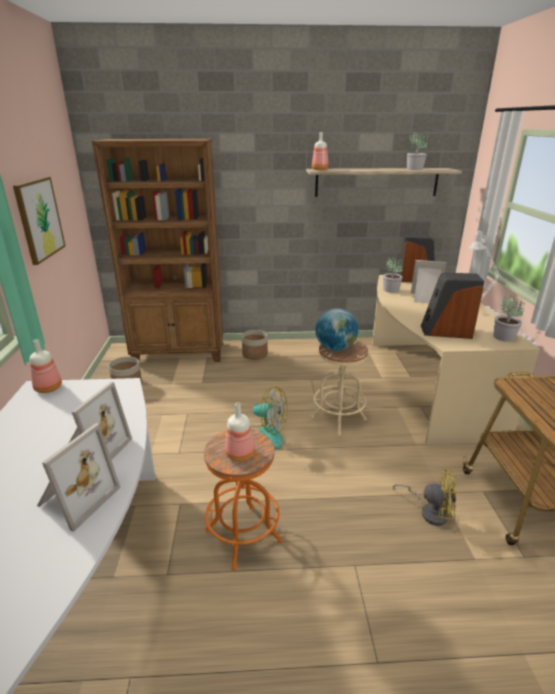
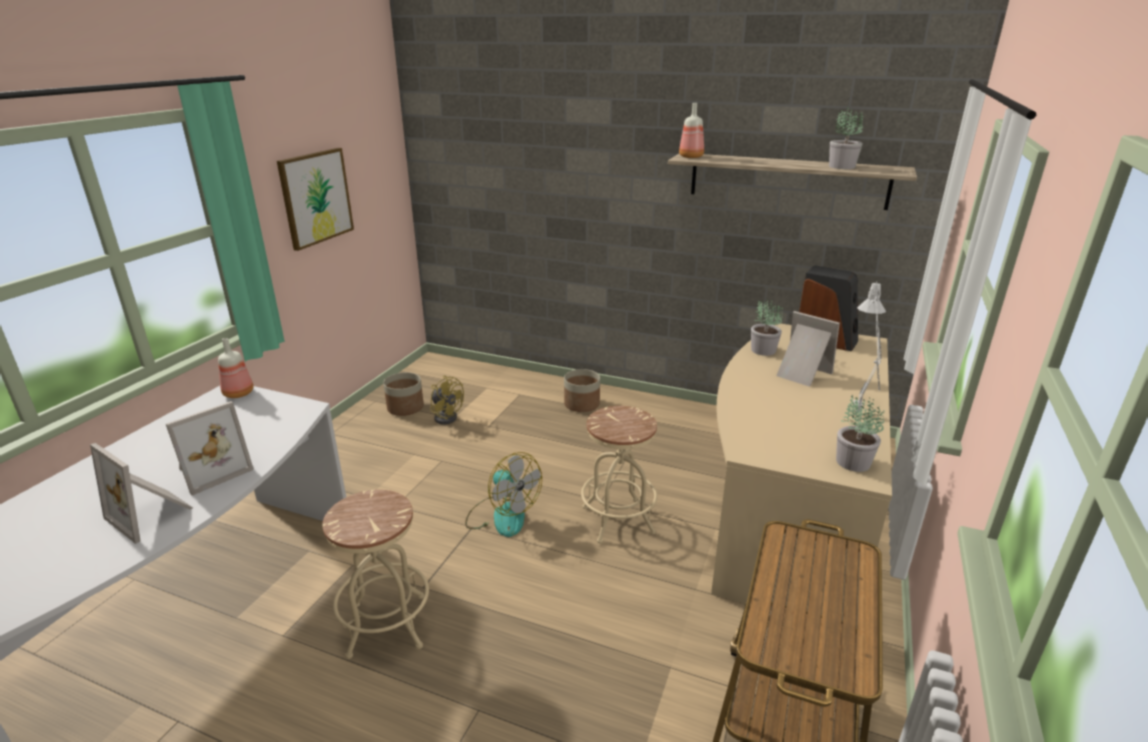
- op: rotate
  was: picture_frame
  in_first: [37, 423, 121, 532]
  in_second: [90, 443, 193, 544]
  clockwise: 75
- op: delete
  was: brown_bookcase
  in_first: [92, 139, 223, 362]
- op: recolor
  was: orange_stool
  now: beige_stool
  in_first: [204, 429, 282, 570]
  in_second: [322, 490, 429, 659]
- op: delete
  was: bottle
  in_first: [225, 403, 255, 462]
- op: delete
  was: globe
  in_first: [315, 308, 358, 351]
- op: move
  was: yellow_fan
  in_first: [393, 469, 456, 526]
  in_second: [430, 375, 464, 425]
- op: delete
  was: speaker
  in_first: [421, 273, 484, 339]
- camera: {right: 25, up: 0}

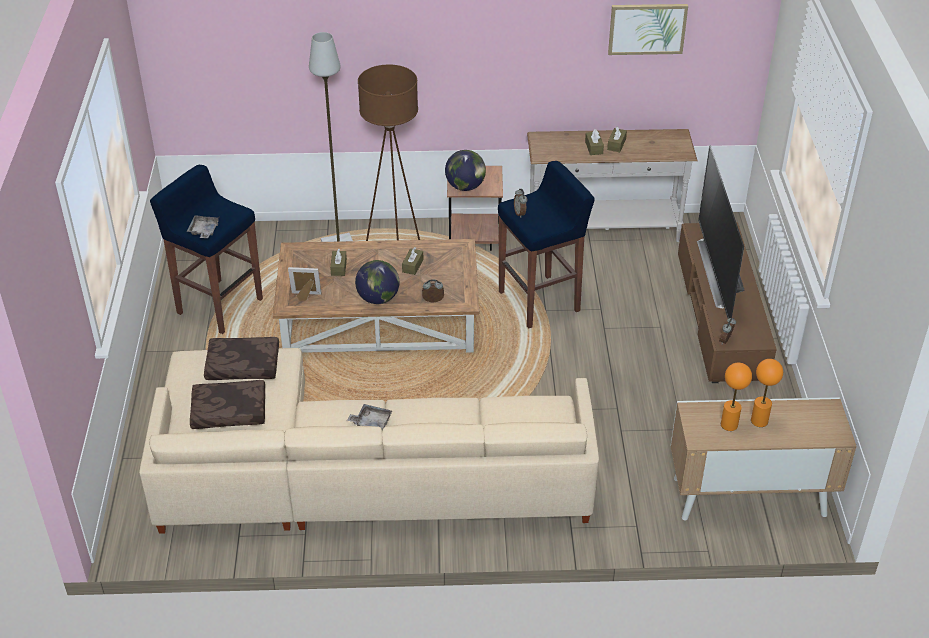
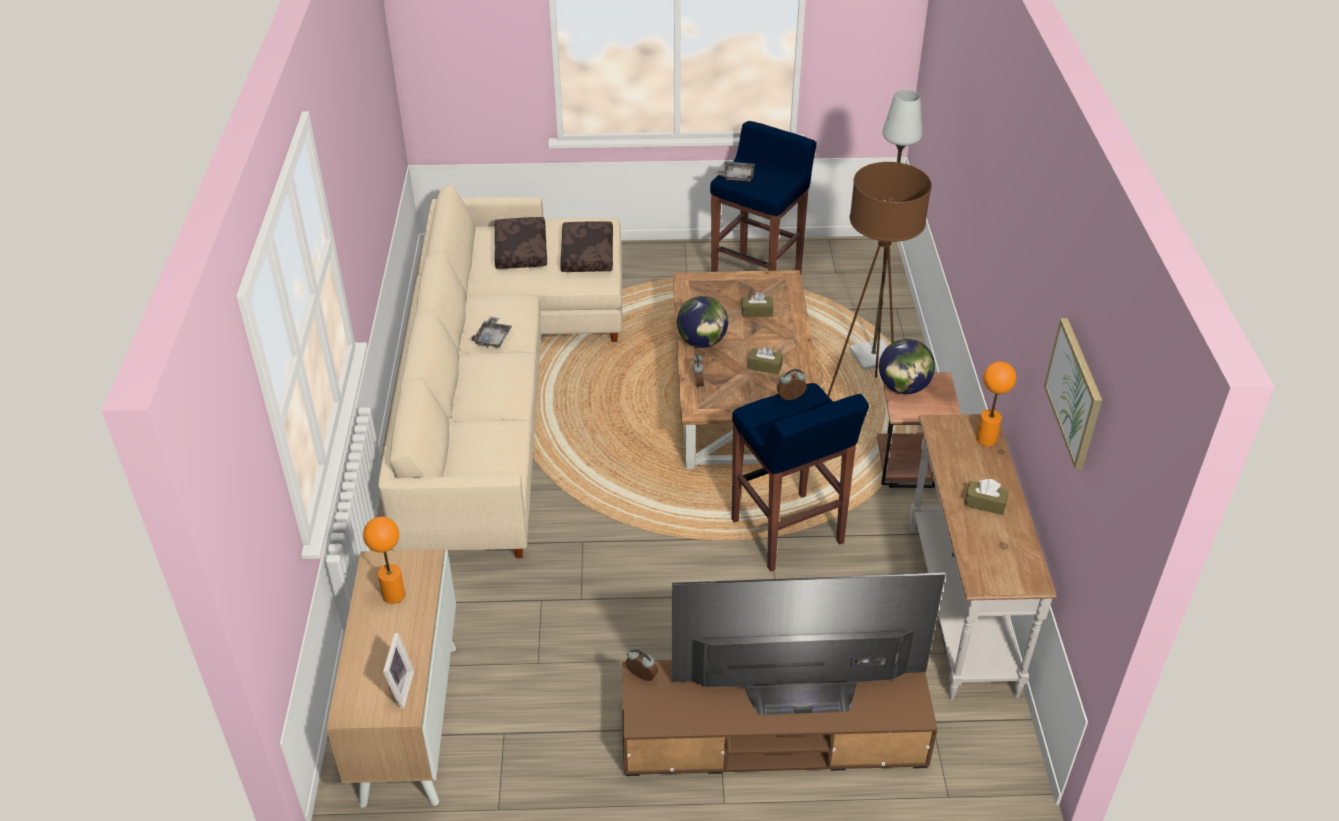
- op: move
  was: picture_frame
  in_first: [288, 267, 322, 301]
  in_second: [383, 633, 414, 709]
- op: delete
  was: brown_tissue_box
  in_first: [585, 129, 604, 155]
- op: move
  was: orange_table_lamp
  in_first: [751, 359, 783, 427]
  in_second: [976, 361, 1016, 447]
- camera: {right: 90, up: 0}

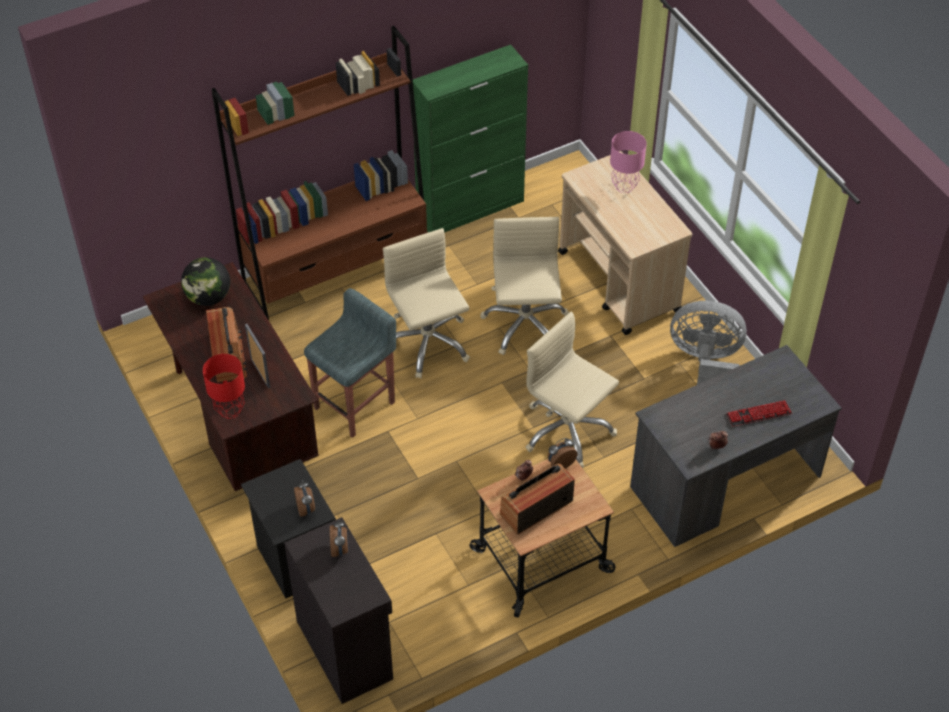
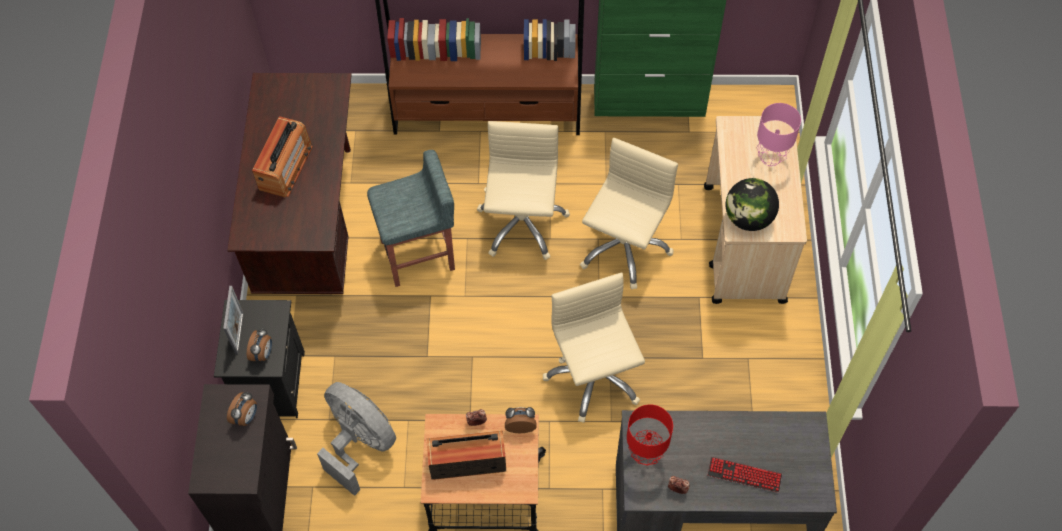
- op: move
  was: globe
  in_first: [181, 257, 230, 306]
  in_second: [726, 178, 779, 231]
- op: move
  was: red_table_lamp
  in_first: [203, 354, 245, 419]
  in_second: [627, 404, 673, 466]
- op: move
  was: picture_frame
  in_first: [245, 324, 270, 388]
  in_second: [223, 286, 244, 355]
- op: move
  was: grey_fan
  in_first: [670, 301, 747, 385]
  in_second: [317, 382, 396, 496]
- camera: {right: 30, up: 10}

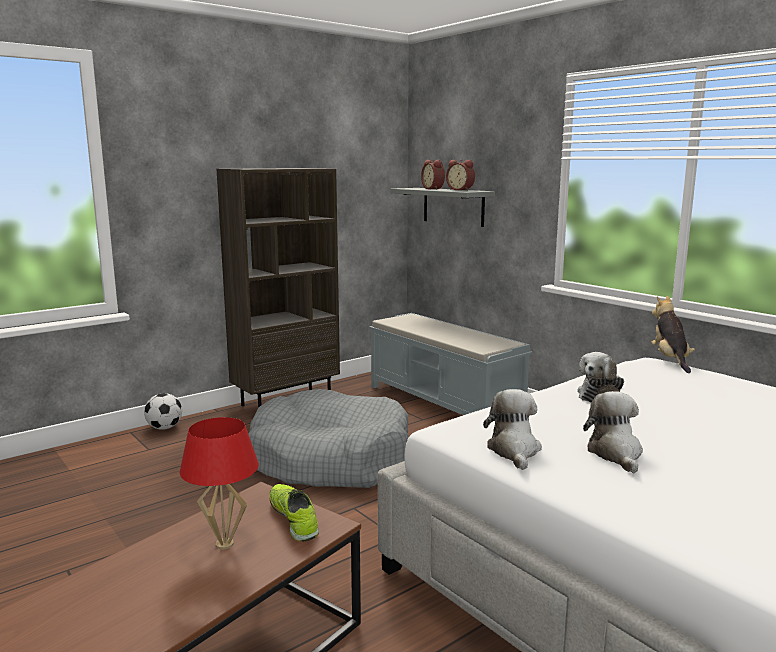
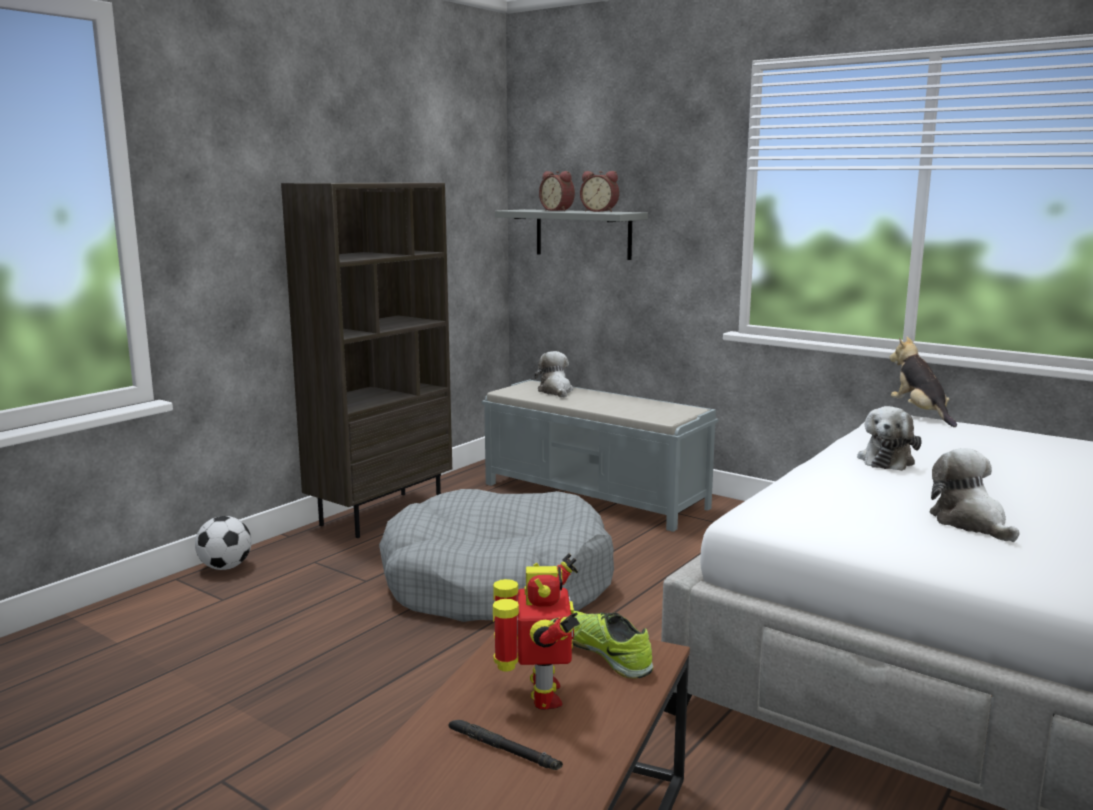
- op: replace
  was: red_table_lamp
  now: toy_robot
  in_first: [180, 417, 259, 549]
  in_second: [493, 553, 580, 710]
- op: move
  was: plush_toy
  in_first: [483, 389, 542, 470]
  in_second: [534, 351, 573, 398]
- op: insert
  now: black_flashlight
  in_second: [449, 720, 563, 770]
- camera: {right: -15, up: 0}

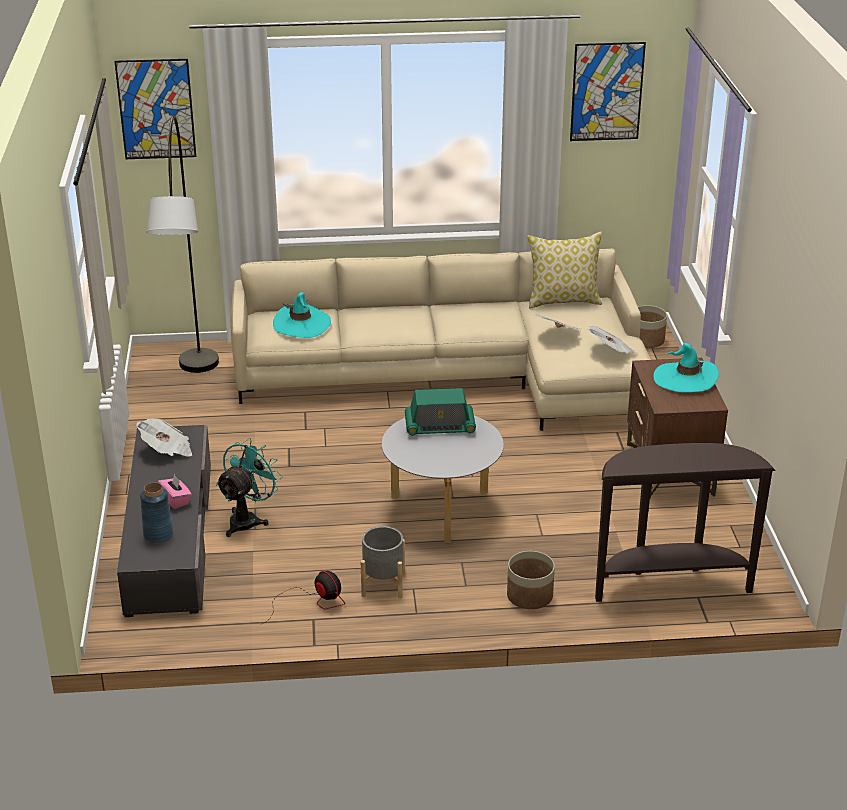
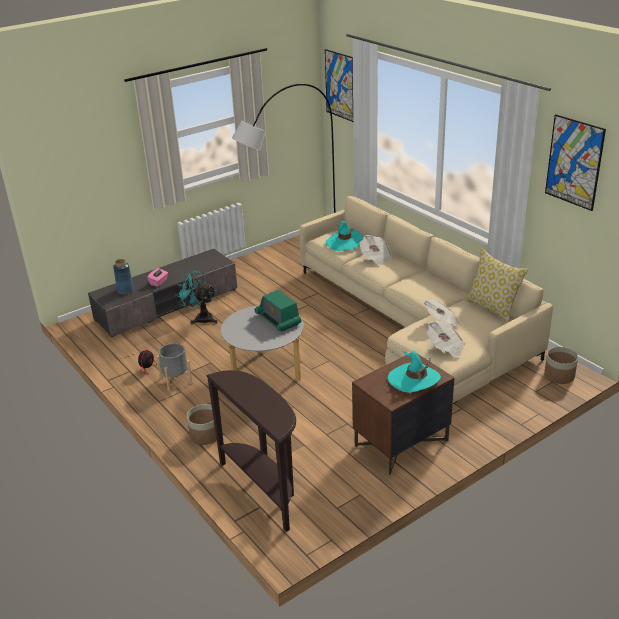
- op: move
  was: newspaper
  in_first: [136, 418, 192, 457]
  in_second: [359, 235, 392, 266]
- op: rotate
  was: turquoise_fan
  in_first: [216, 438, 283, 537]
  in_second: [175, 269, 218, 324]
  clockwise: -150
- camera: {right: 60, up: 0}

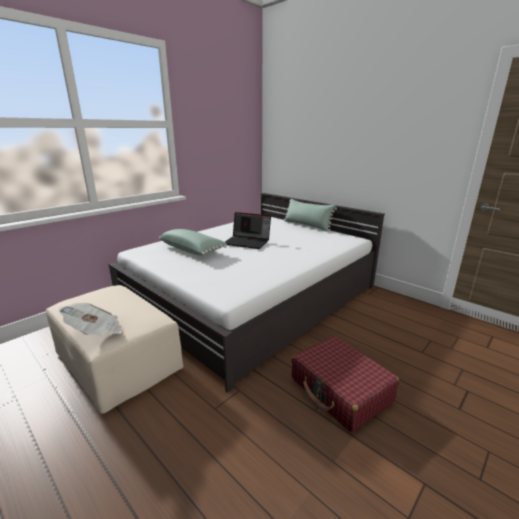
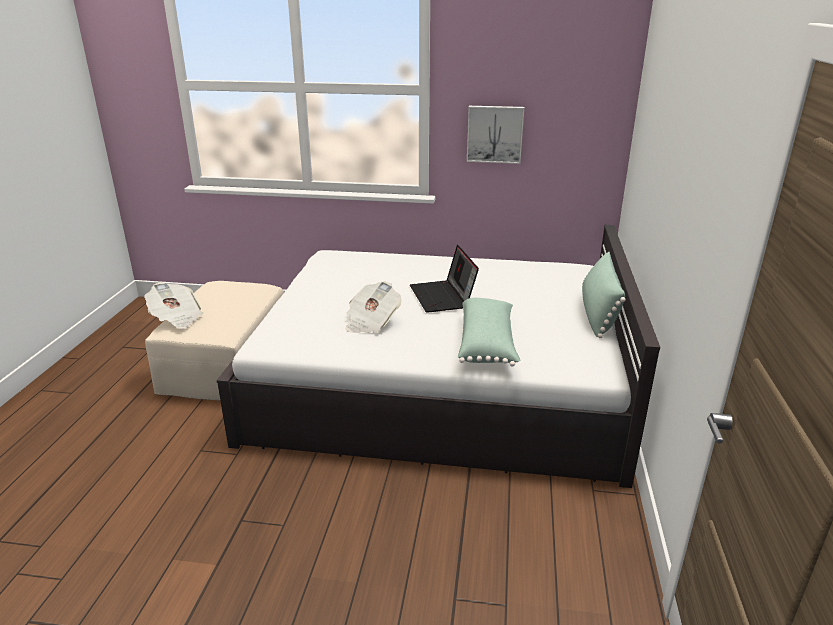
- op: move
  was: green_pillow
  in_first: [159, 229, 227, 256]
  in_second: [458, 298, 521, 367]
- op: delete
  was: red_suitcase
  in_first: [291, 336, 399, 433]
- op: insert
  now: newspaper
  in_second: [345, 282, 401, 333]
- op: insert
  now: picture
  in_second: [467, 106, 524, 164]
- camera: {right: 55, up: 5}

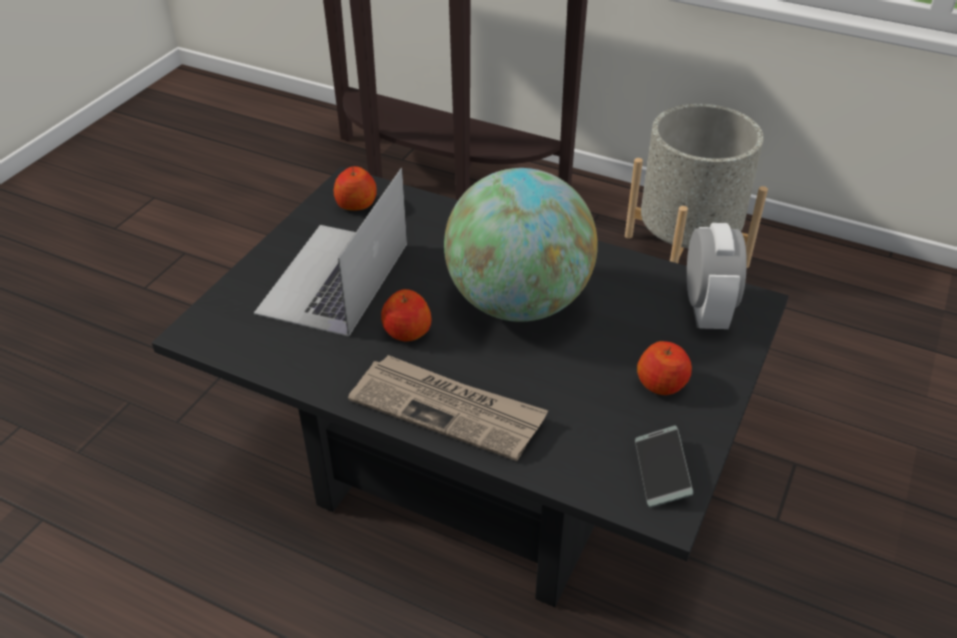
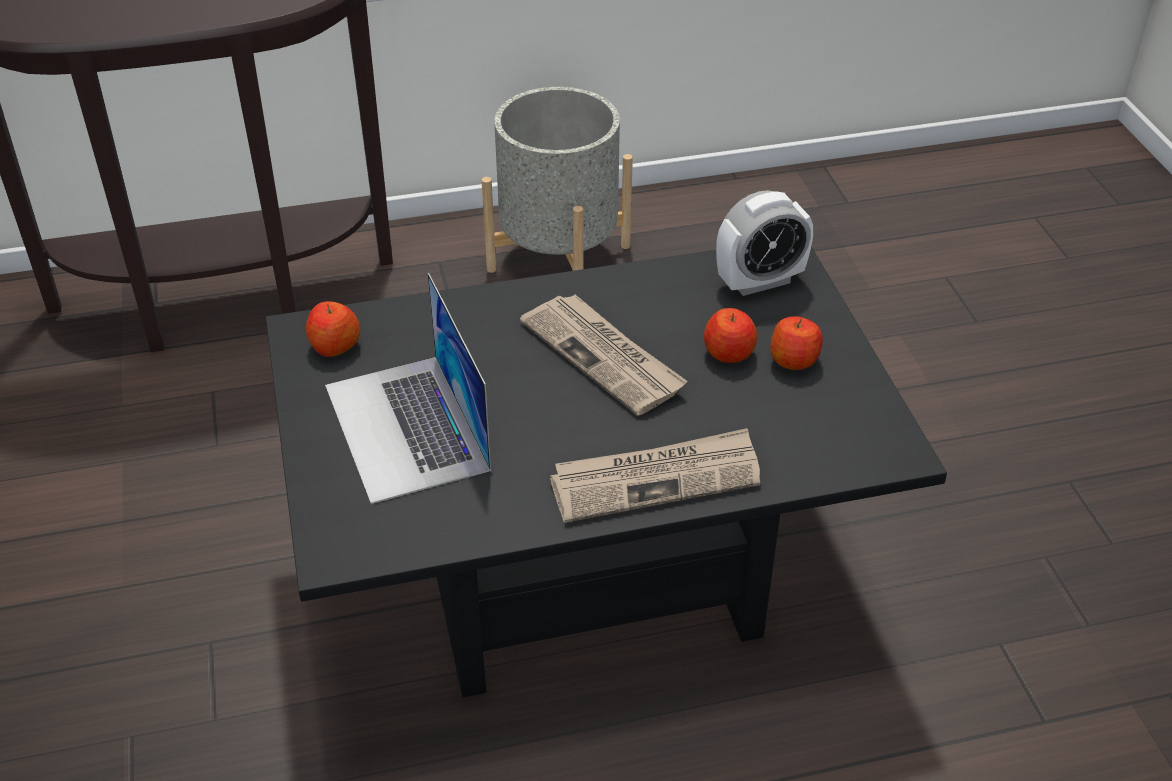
- op: move
  was: apple
  in_first: [381, 289, 431, 341]
  in_second: [704, 308, 757, 363]
- op: replace
  was: globe
  now: newspaper
  in_first: [444, 168, 598, 322]
  in_second: [520, 295, 688, 416]
- op: delete
  was: phone
  in_first: [635, 426, 693, 507]
- op: rotate
  was: alarm_clock
  in_first: [687, 223, 747, 329]
  in_second: [716, 190, 813, 296]
  clockwise: 105
- camera: {right: -40, up: 0}

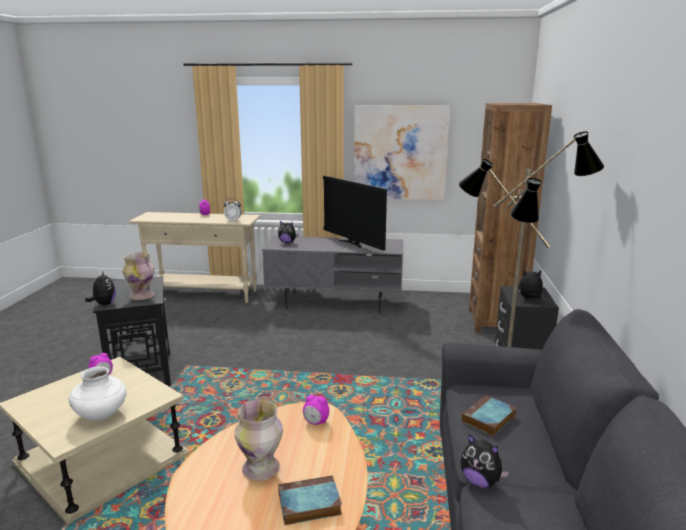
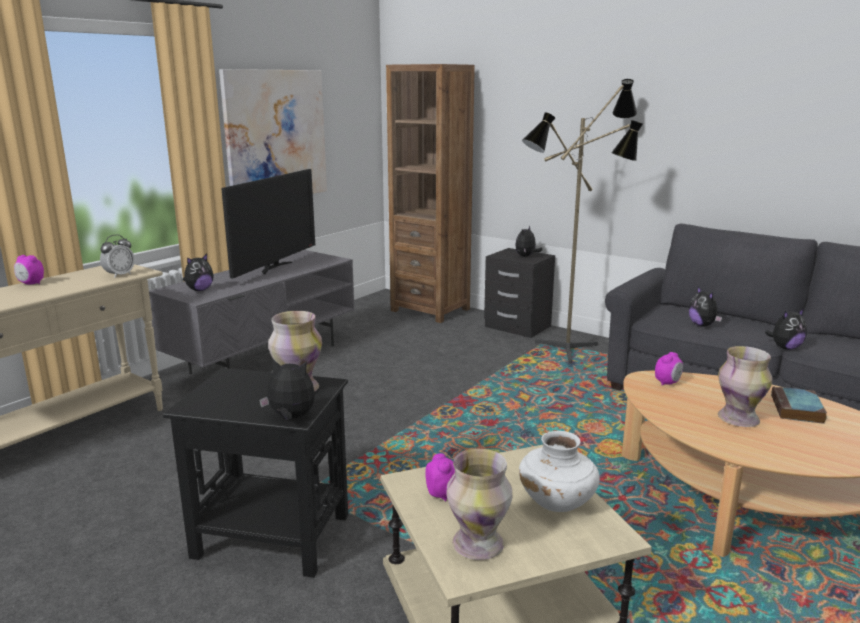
- op: rotate
  was: television
  in_first: [323, 176, 387, 251]
  in_second: [221, 169, 315, 279]
  clockwise: -60
- op: replace
  was: book
  now: plush_toy
  in_first: [462, 395, 516, 436]
  in_second: [689, 287, 722, 327]
- op: insert
  now: vase
  in_second: [446, 449, 512, 560]
- camera: {right: -60, up: 0}

